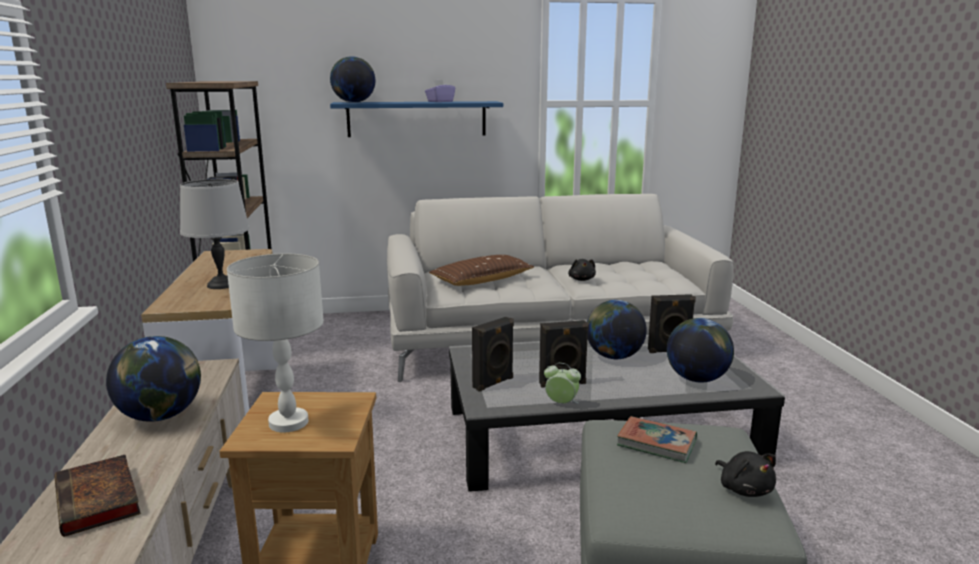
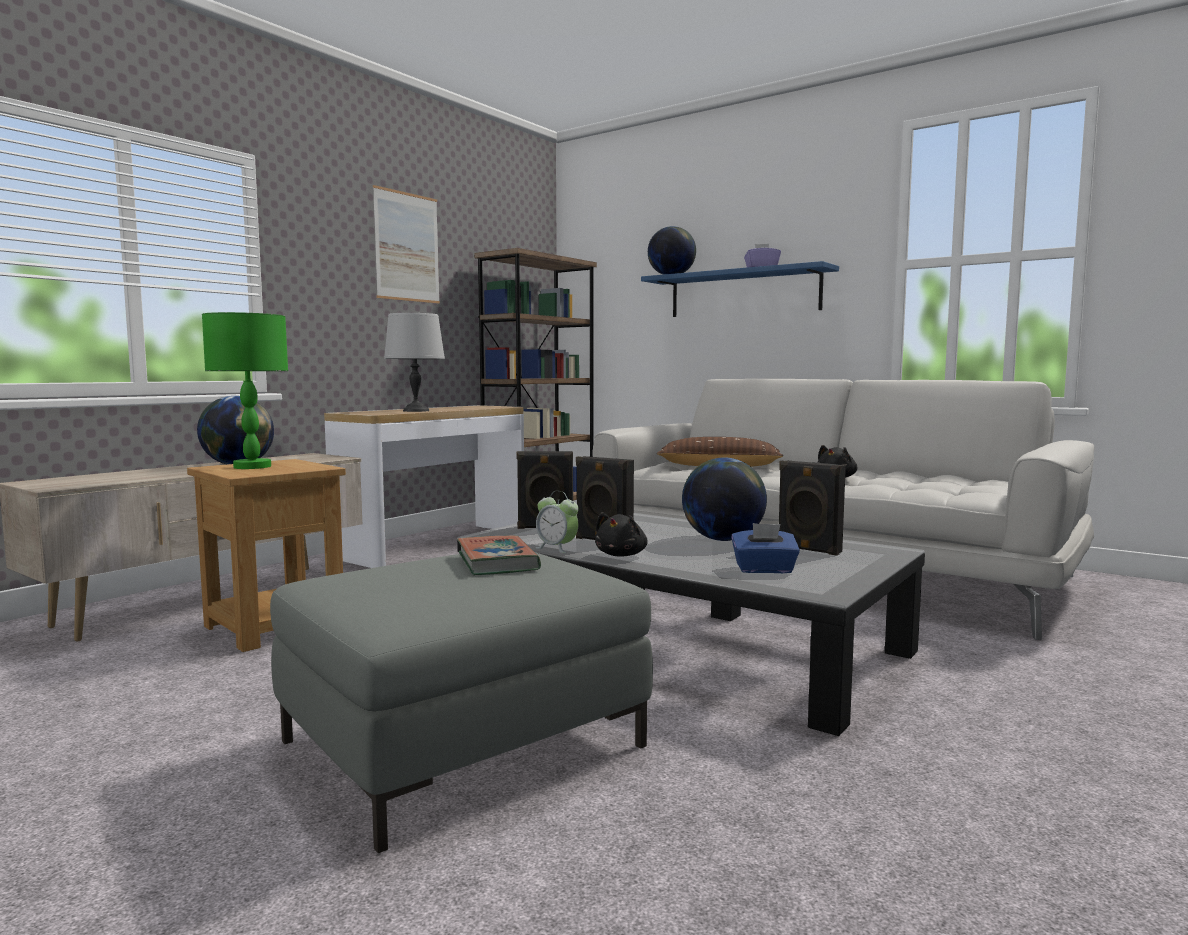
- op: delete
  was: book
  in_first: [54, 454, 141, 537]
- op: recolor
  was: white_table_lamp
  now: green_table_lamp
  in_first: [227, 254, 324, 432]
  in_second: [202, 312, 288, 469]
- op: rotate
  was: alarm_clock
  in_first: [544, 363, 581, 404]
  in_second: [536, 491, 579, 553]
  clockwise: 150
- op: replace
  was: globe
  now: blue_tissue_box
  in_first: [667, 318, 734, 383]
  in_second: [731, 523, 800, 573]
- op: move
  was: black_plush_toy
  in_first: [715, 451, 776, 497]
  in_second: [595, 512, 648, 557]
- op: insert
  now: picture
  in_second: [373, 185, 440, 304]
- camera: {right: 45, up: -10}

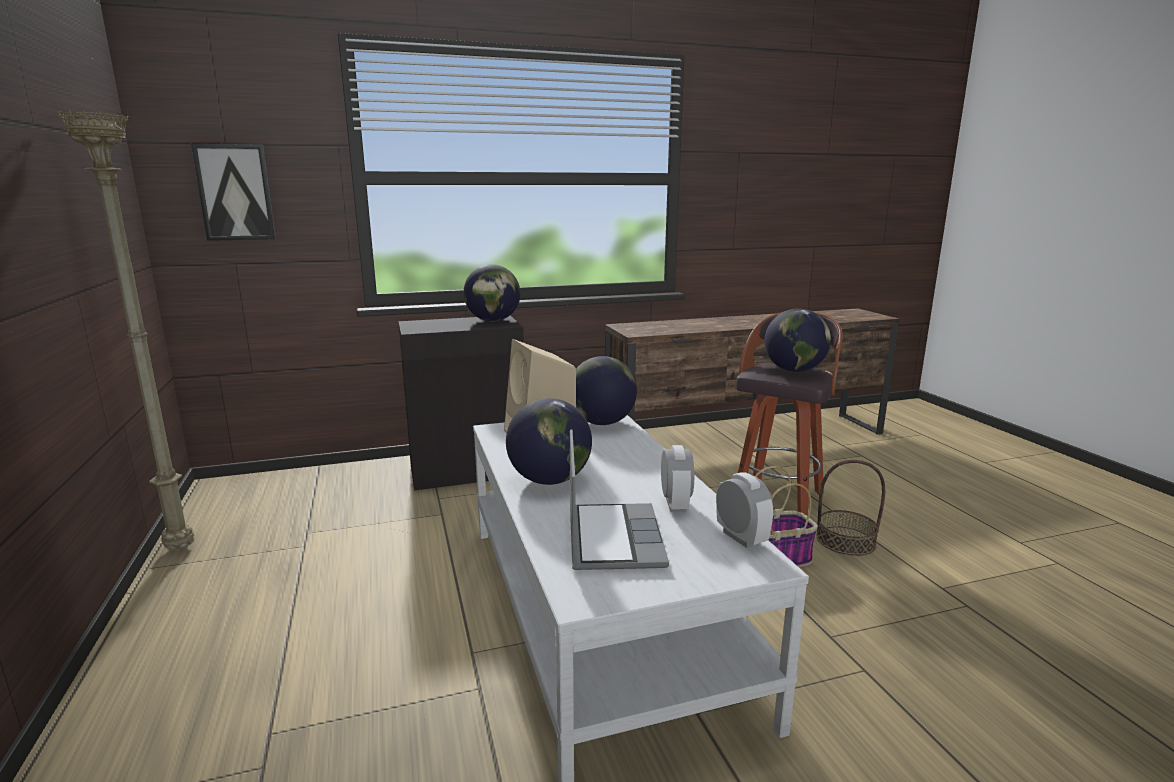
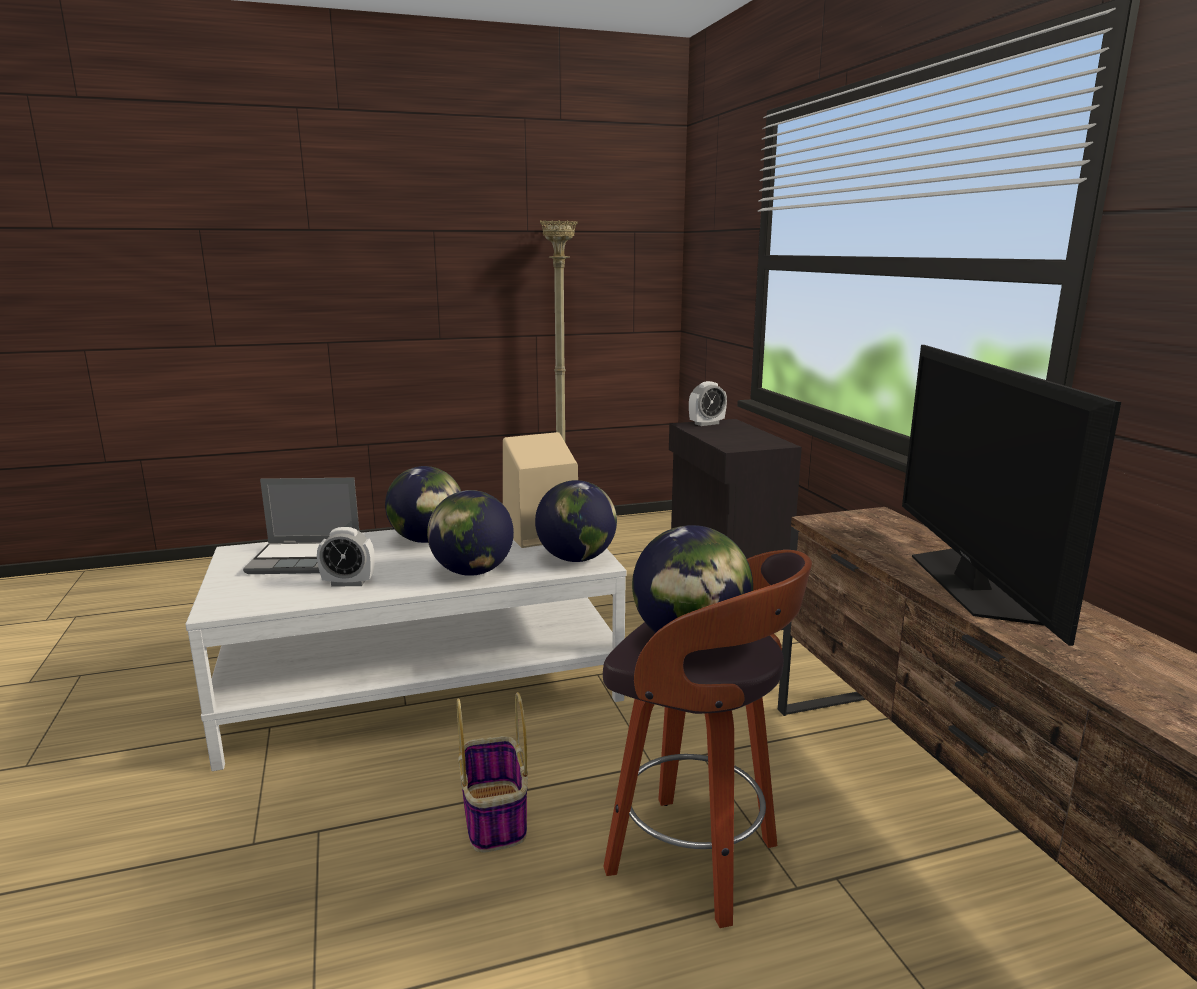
- op: delete
  was: picture
  in_first: [191, 143, 276, 241]
- op: move
  was: globe
  in_first: [463, 264, 520, 322]
  in_second: [427, 490, 514, 576]
- op: move
  was: alarm_clock
  in_first: [716, 472, 773, 548]
  in_second: [689, 381, 727, 426]
- op: delete
  was: basket
  in_first: [816, 460, 885, 556]
- op: insert
  now: television
  in_second: [902, 345, 1121, 646]
- camera: {right: 90, up: 0}

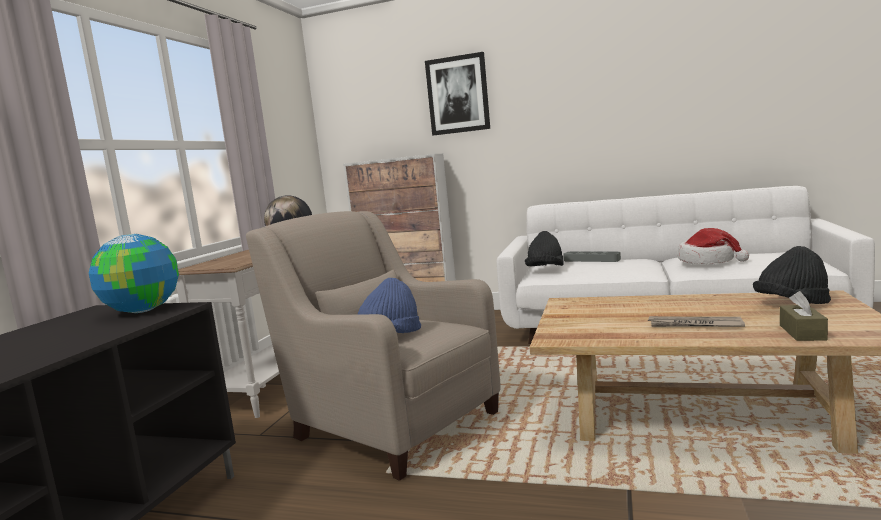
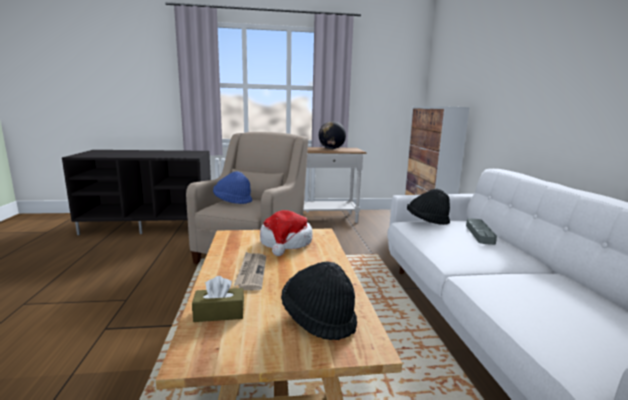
- op: delete
  was: globe
  in_first: [89, 234, 179, 313]
- op: delete
  was: picture
  in_first: [425, 52, 490, 136]
- op: move
  was: hat
  in_first: [677, 228, 749, 264]
  in_second: [260, 210, 313, 256]
- camera: {right: 65, up: 5}

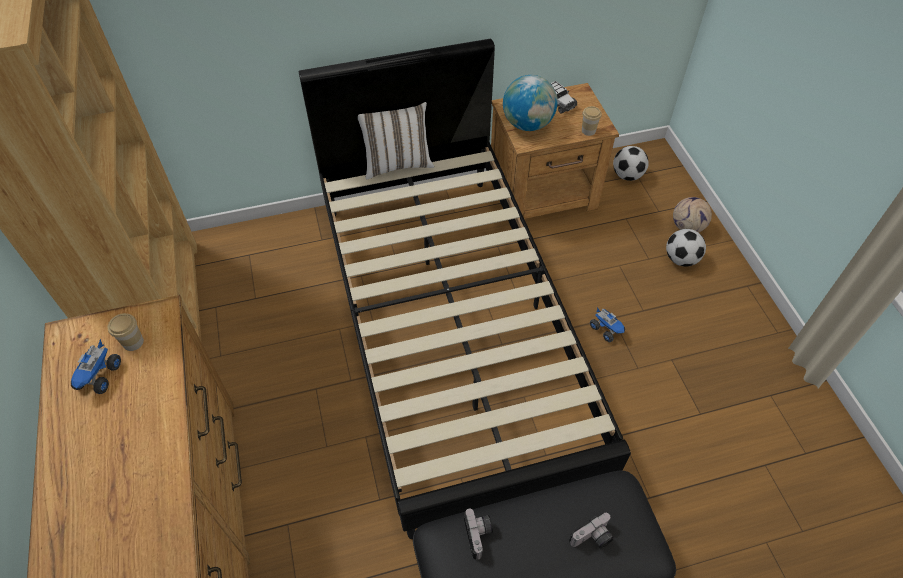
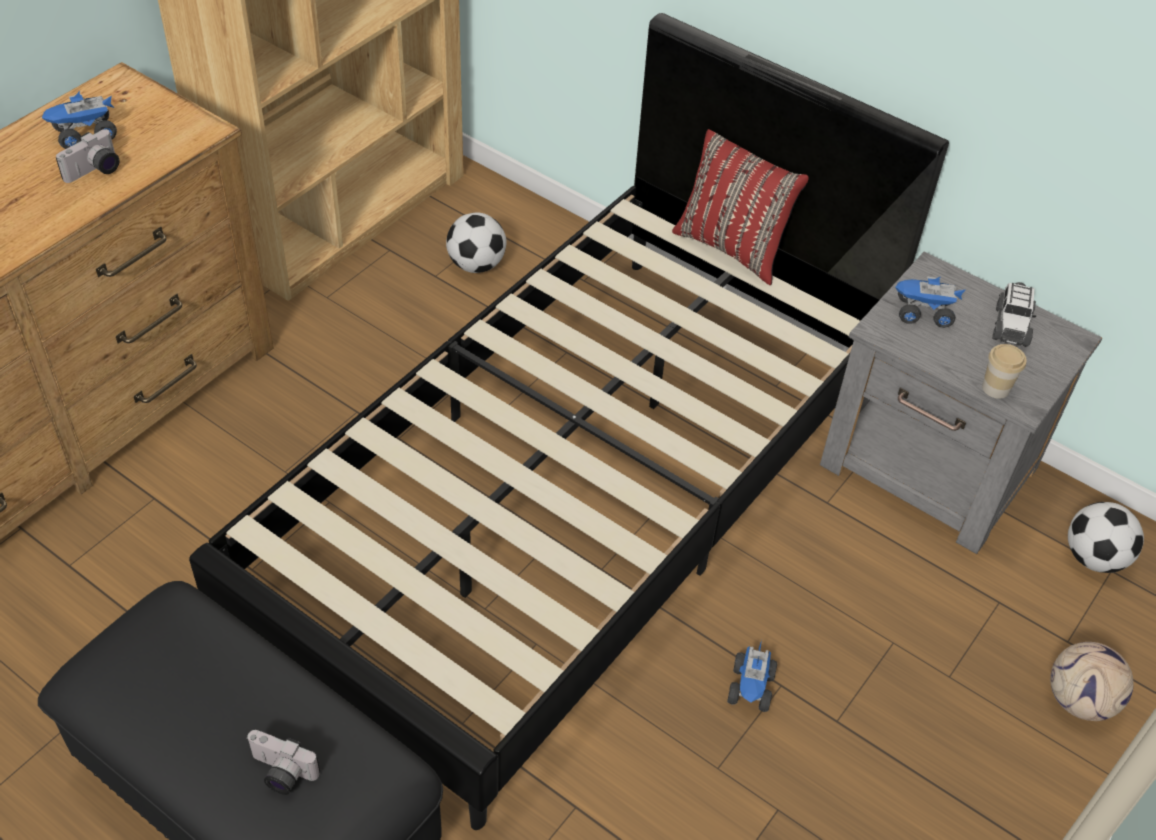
- op: delete
  was: cup
  in_first: [107, 313, 144, 351]
- op: recolor
  was: white_pillow
  now: red_pillow
  in_first: [358, 102, 434, 179]
  in_second: [672, 129, 809, 285]
- op: move
  was: photo_camera
  in_first: [464, 508, 493, 560]
  in_second: [56, 129, 120, 183]
- op: recolor
  was: brown_nightstand
  now: grey_nightstand
  in_first: [491, 83, 619, 222]
  in_second: [820, 252, 1102, 554]
- op: replace
  was: globe
  now: toy_truck
  in_first: [503, 75, 558, 131]
  in_second: [896, 276, 965, 328]
- op: move
  was: football
  in_first: [666, 229, 706, 267]
  in_second: [446, 212, 506, 273]
- camera: {right: 50, up: -5}

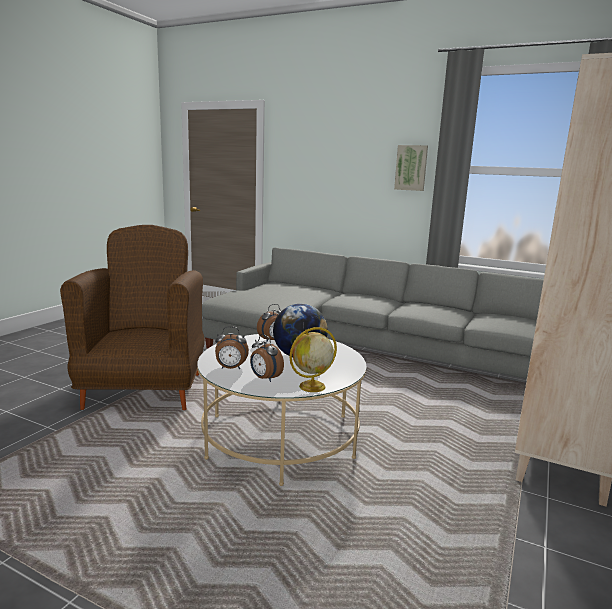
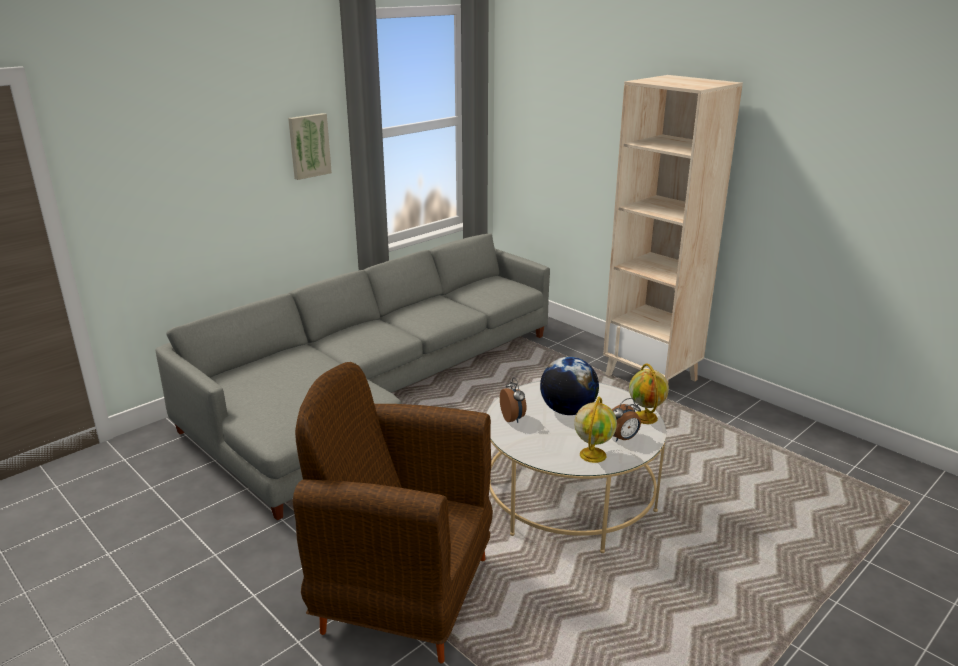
- op: replace
  was: alarm_clock
  now: globe
  in_first: [215, 326, 249, 369]
  in_second: [574, 397, 617, 463]
- camera: {right: -70, up: 10}

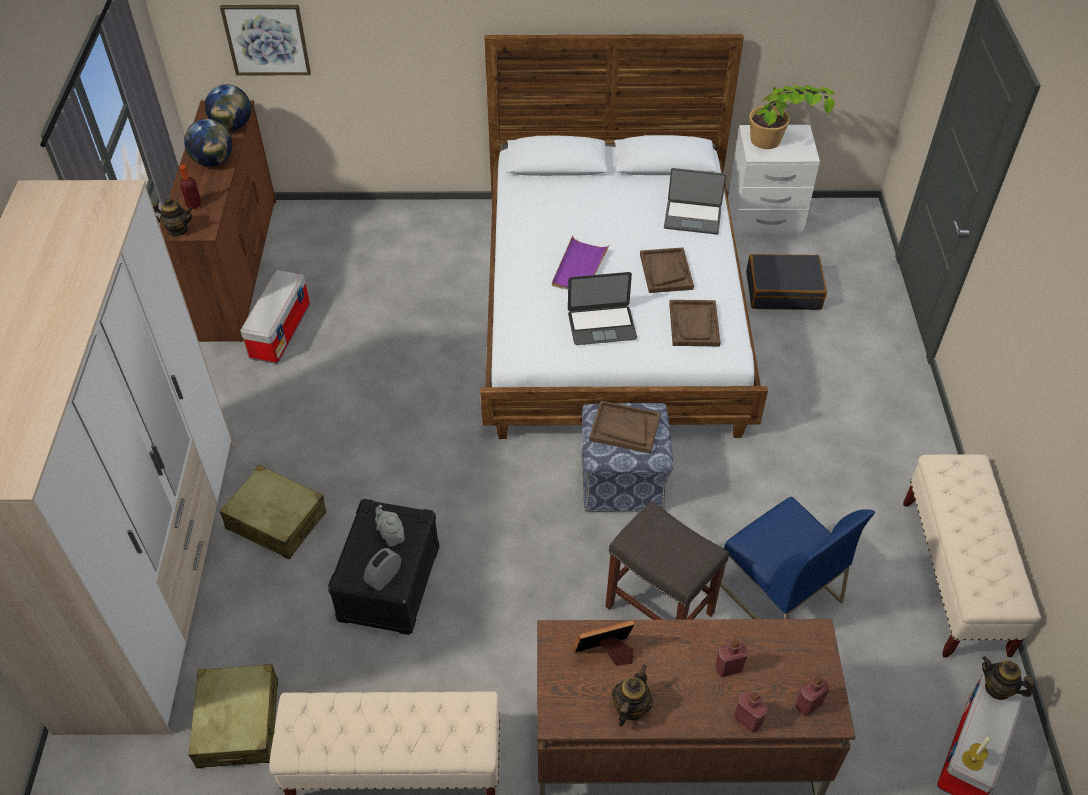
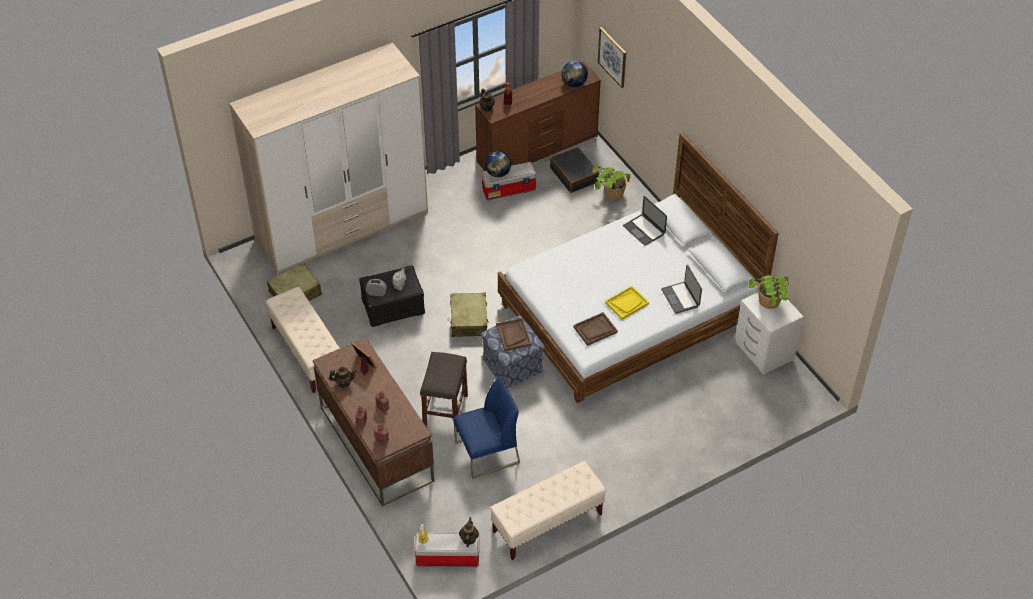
- op: move
  was: globe
  in_first: [184, 119, 232, 167]
  in_second: [485, 151, 511, 177]
- op: move
  was: beige_suitcase
  in_first: [220, 465, 326, 559]
  in_second: [450, 293, 489, 337]
- op: delete
  was: purple_tray
  in_first: [552, 236, 610, 289]
- op: move
  was: laptop
  in_first: [568, 272, 637, 345]
  in_second: [623, 196, 667, 246]
- op: recolor
  was: brown_tray
  now: yellow_tray
  in_first: [640, 247, 694, 293]
  in_second: [605, 286, 649, 320]
- op: rotate
  was: blue_chair
  in_first: [720, 497, 875, 619]
  in_second: [453, 376, 520, 479]
  clockwise: -135
- op: move
  was: black_suitcase
  in_first: [746, 254, 827, 310]
  in_second: [550, 147, 599, 193]
- op: insert
  now: potted_plant
  in_second: [592, 165, 630, 200]
- camera: {right: 60, up: 0}

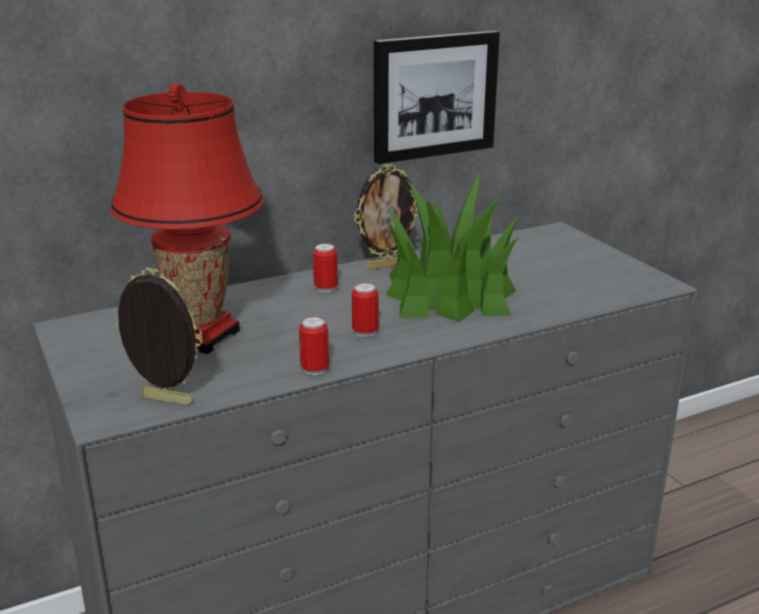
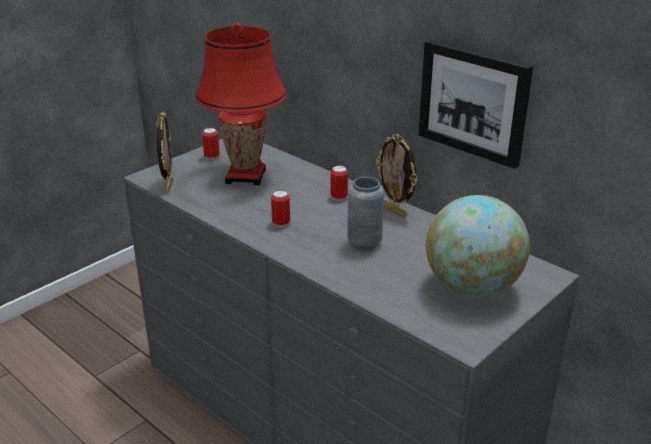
- op: move
  was: can
  in_first: [299, 317, 329, 375]
  in_second: [202, 128, 220, 160]
- op: replace
  was: potted_plant
  now: grey_vase
  in_first: [386, 173, 520, 322]
  in_second: [347, 177, 384, 251]
- op: insert
  now: globe
  in_second: [426, 195, 530, 297]
- camera: {right: 70, up: 5}

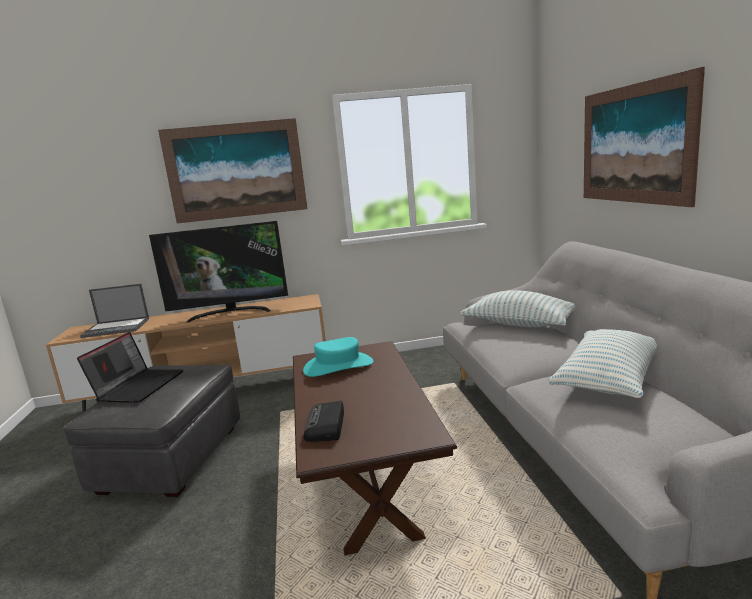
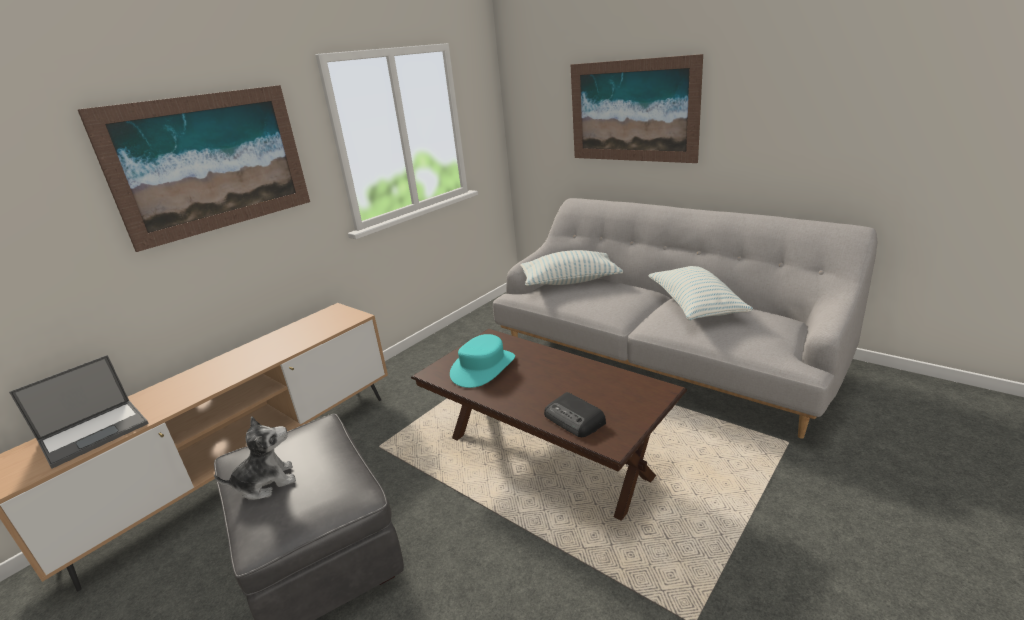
- op: replace
  was: laptop
  now: plush_toy
  in_first: [77, 332, 183, 403]
  in_second: [214, 416, 296, 500]
- op: delete
  was: television
  in_first: [149, 221, 288, 323]
- camera: {right: -40, up: 10}

